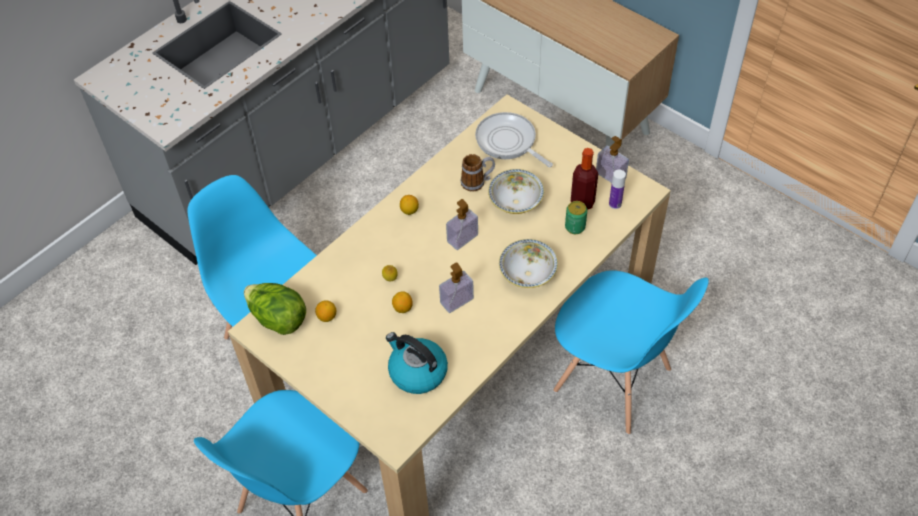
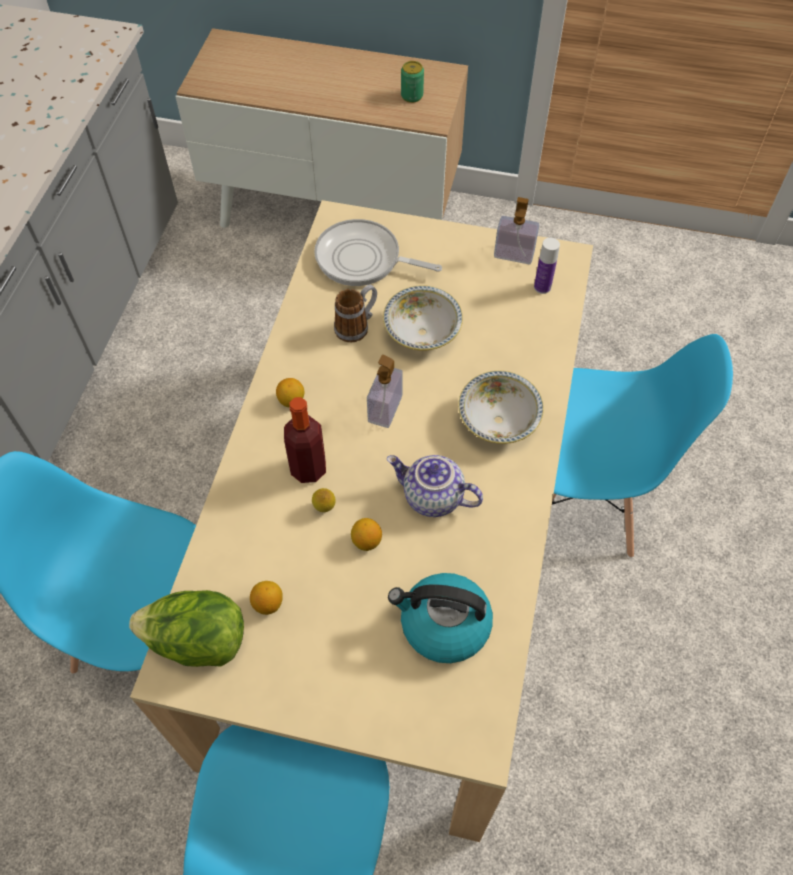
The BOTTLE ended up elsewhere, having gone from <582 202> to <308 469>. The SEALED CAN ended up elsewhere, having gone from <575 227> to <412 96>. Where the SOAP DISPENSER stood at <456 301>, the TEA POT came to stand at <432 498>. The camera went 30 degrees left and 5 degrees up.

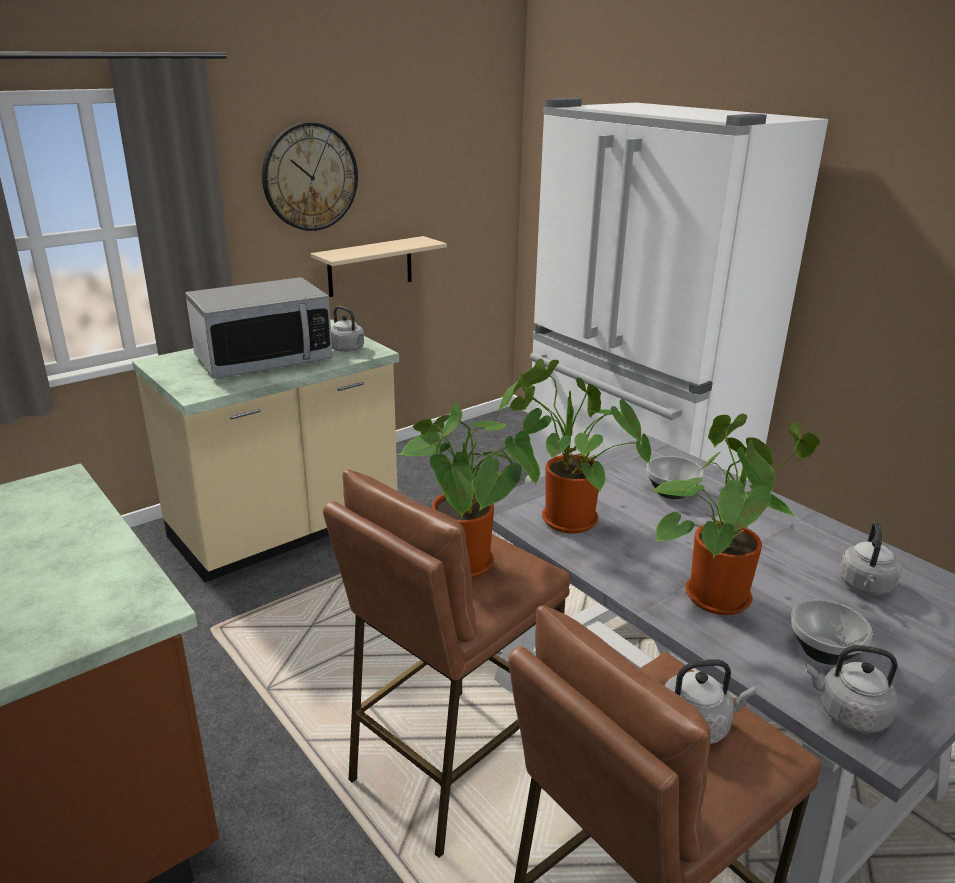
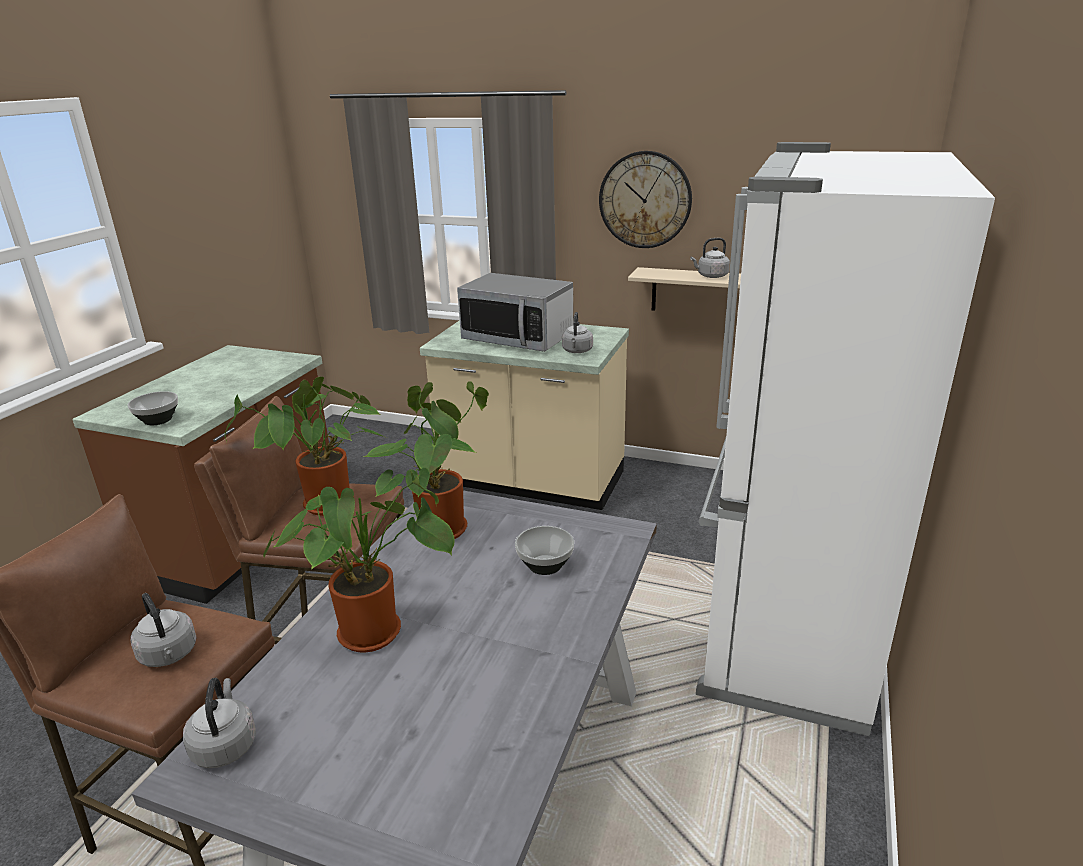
The GREY TEA KETTLE ended up elsewhere, having gone from <865 586> to <711 276>. The BOWL ended up elsewhere, having gone from <822 650> to <158 420>. The camera went 60 degrees right and 0 degrees up.

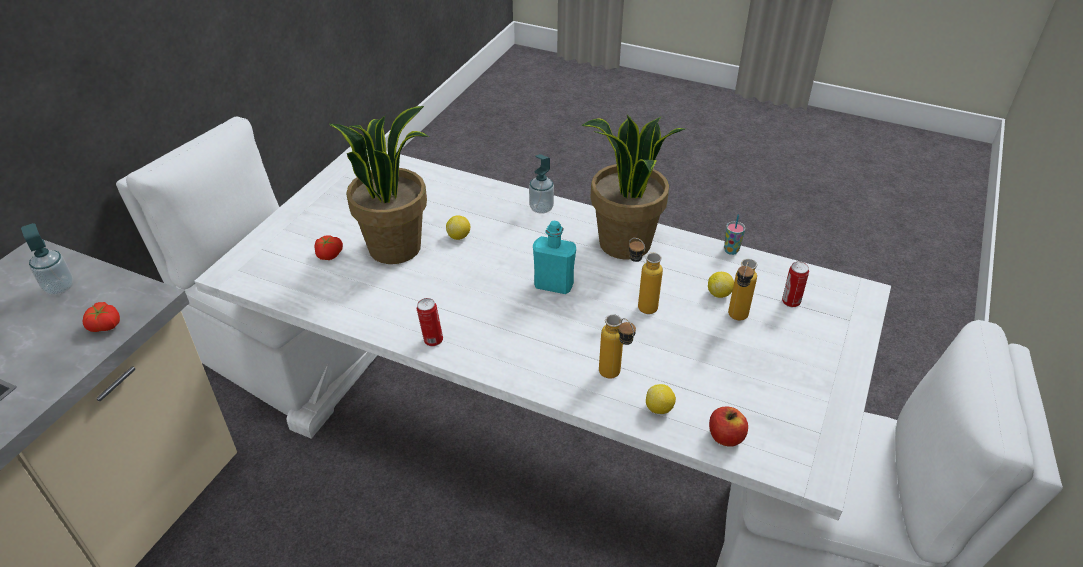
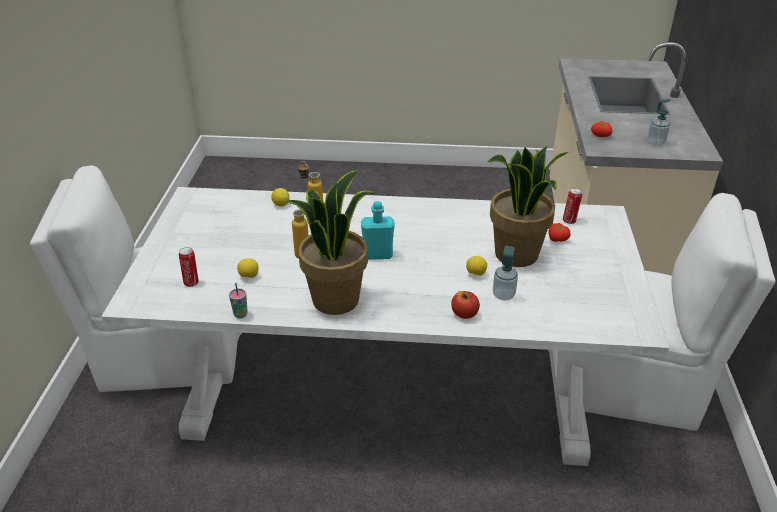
The SOAP DISPENSER ended up elsewhere, having gone from <541 208> to <503 295>. The second view lost the BOTTLE at <736 320>. The SEALED CAN ended up elsewhere, having gone from <432 340> to <570 220>. The APPLE FRUIT ended up elsewhere, having gone from <725 437> to <464 314>. The camera went 160 degrees right and 5 degrees down.

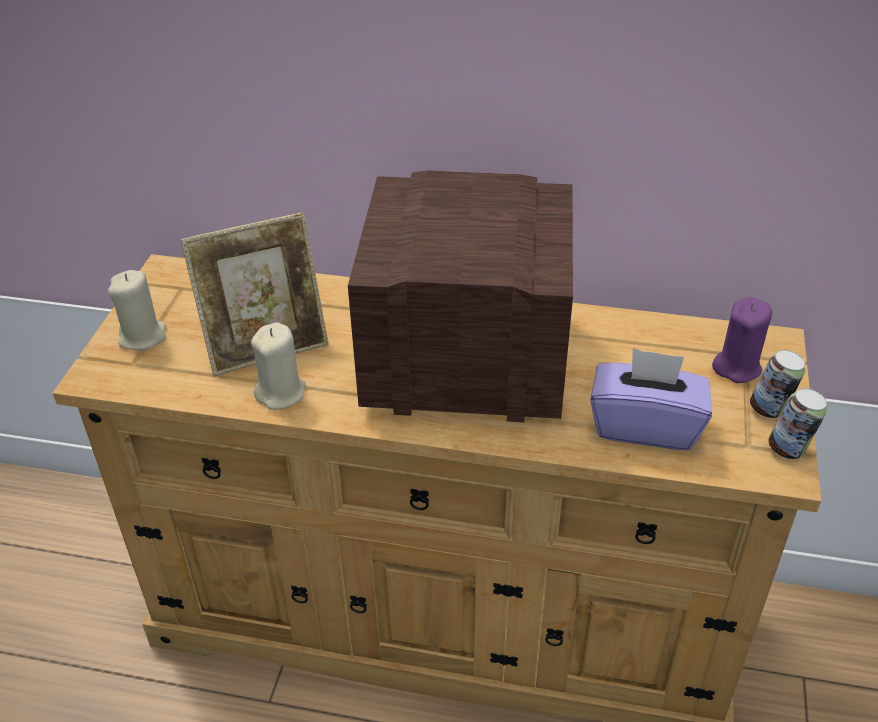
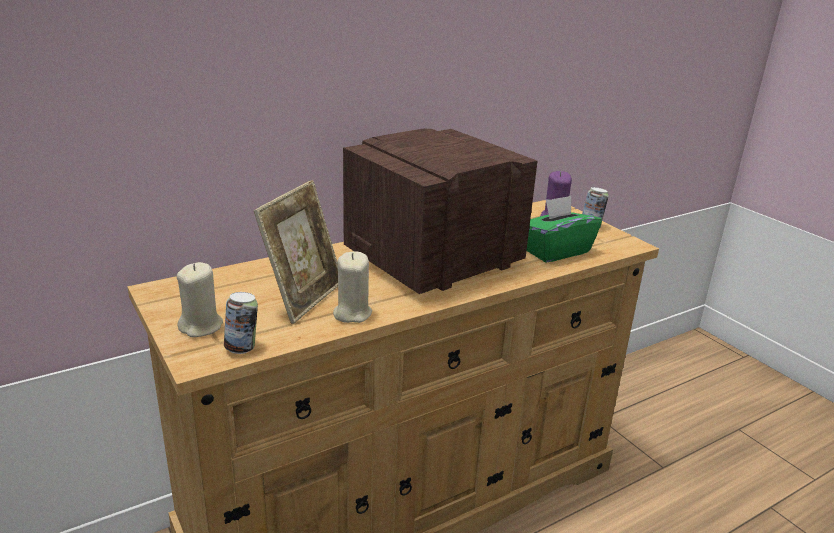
What was the PURPLE TISSUE BOX at <645 425> turned into the GREEN-COLOURED TISSUE BOX at <555 251>. The SEALED CAN ended up elsewhere, having gone from <789 449> to <242 348>. The camera went 45 degrees left and 15 degrees down.

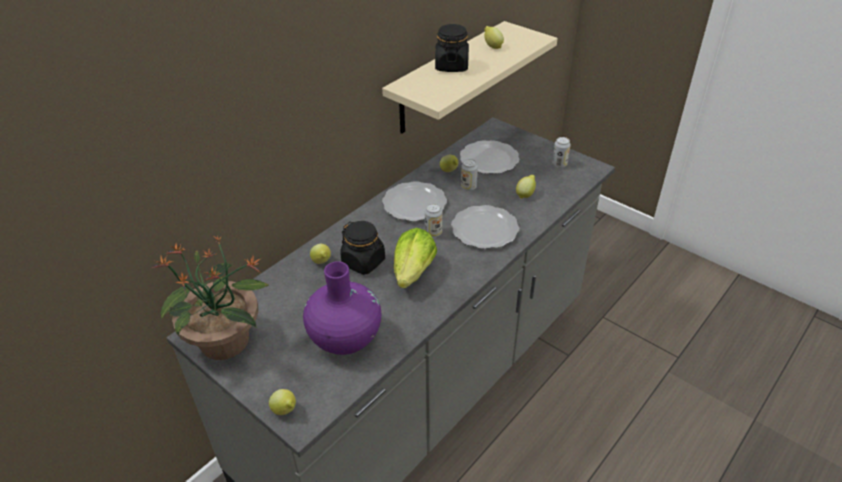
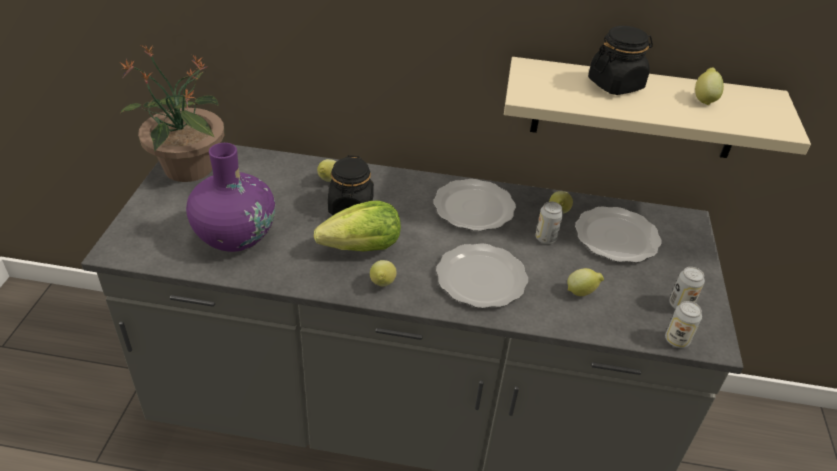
The SEALED CAN ended up elsewhere, having gone from <433 233> to <676 340>. The WHOLE LEMON ended up elsewhere, having gone from <285 411> to <382 284>. The camera went 55 degrees right and 0 degrees up.

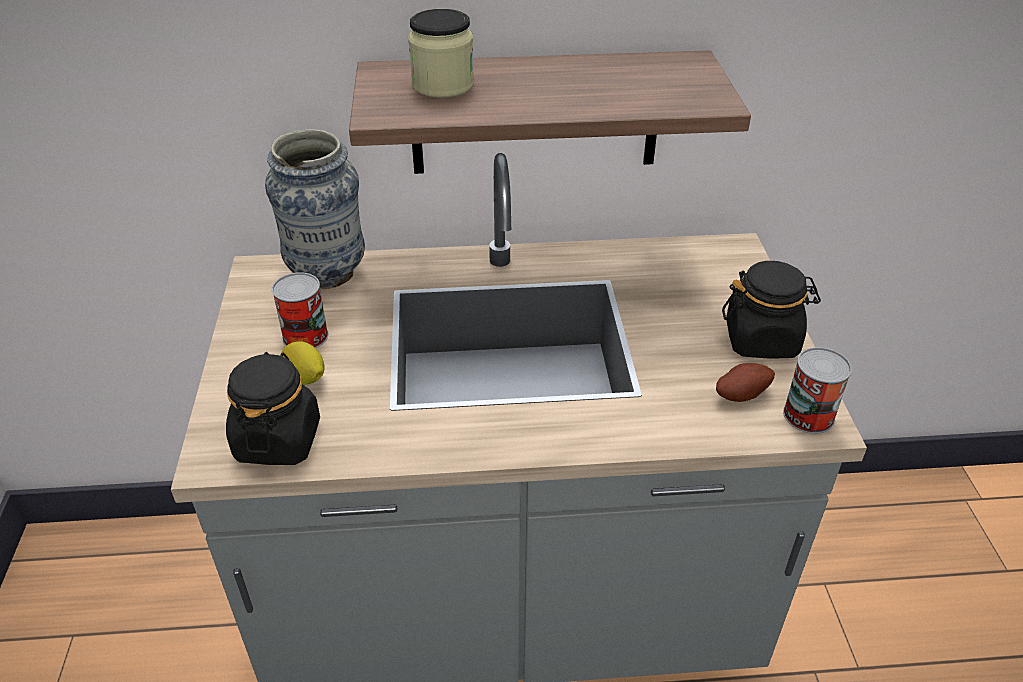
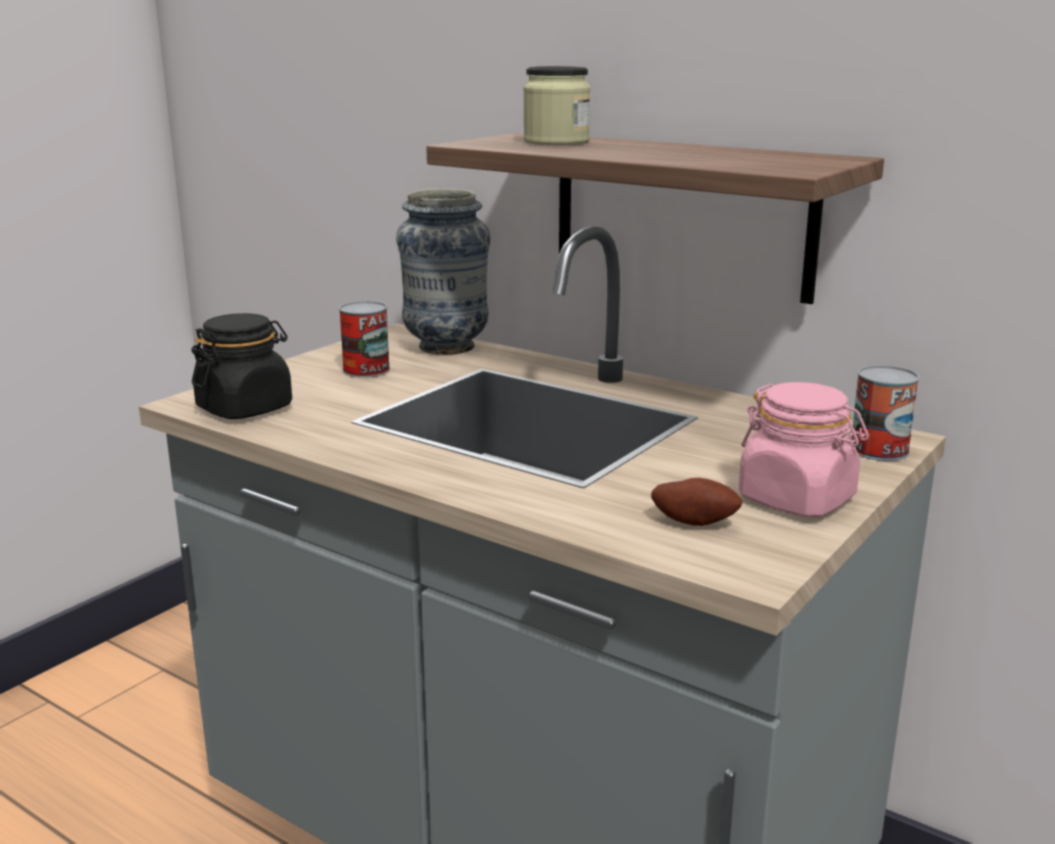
What was the BLACKISH PRESERVE JAR at <762 340> turned into the PINKISH PRESERVE JAR at <797 499>. The second view lost the WHOLE LEMON at <305 379>. The SEALED CAN ended up elsewhere, having gone from <808 415> to <879 450>. The camera went 40 degrees right and 20 degrees down.

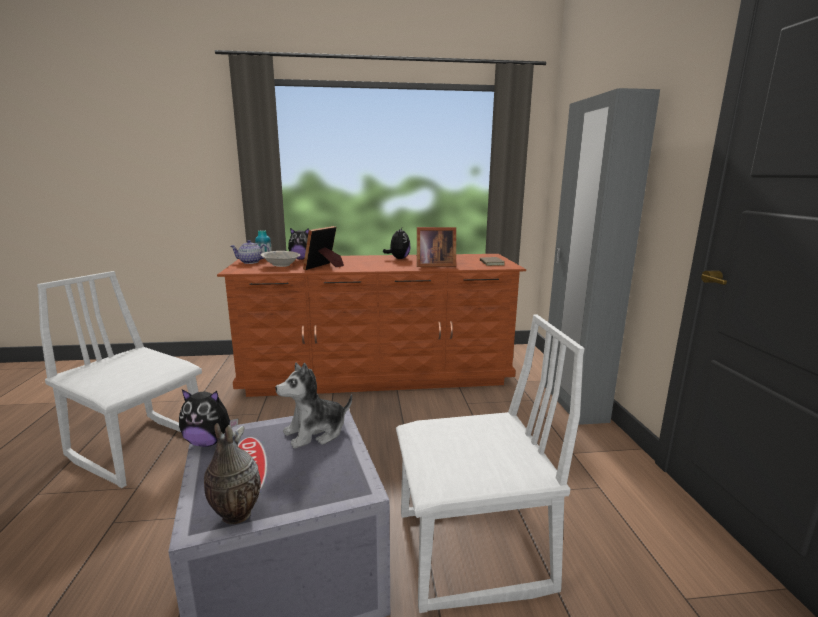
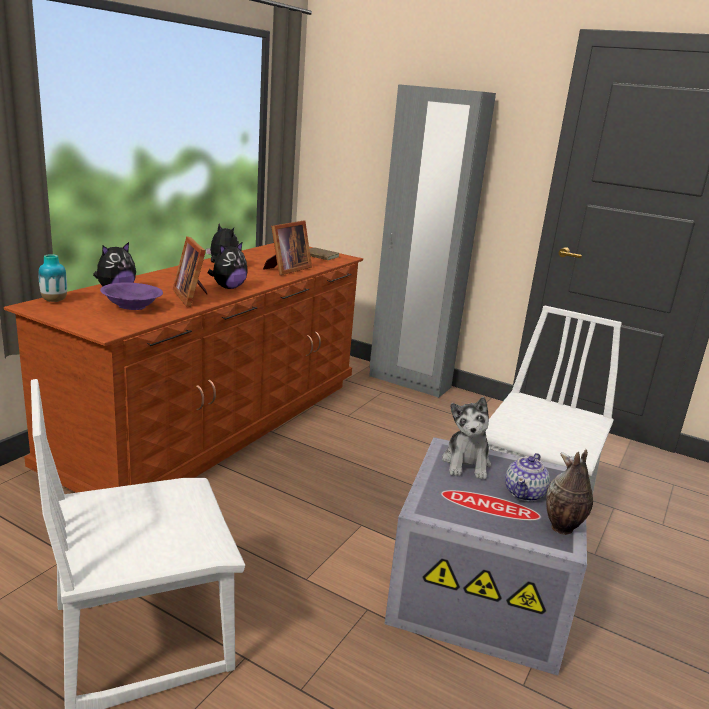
The TEA POT ended up elsewhere, having gone from <251 262> to <525 493>. What was the BEIGE BOWL at <281 265> turned into the PURPLE BOWL at <132 307>. The SOFT TOY ended up elsewhere, having gone from <209 442> to <228 287>. The camera went 55 degrees left and 5 degrees up.

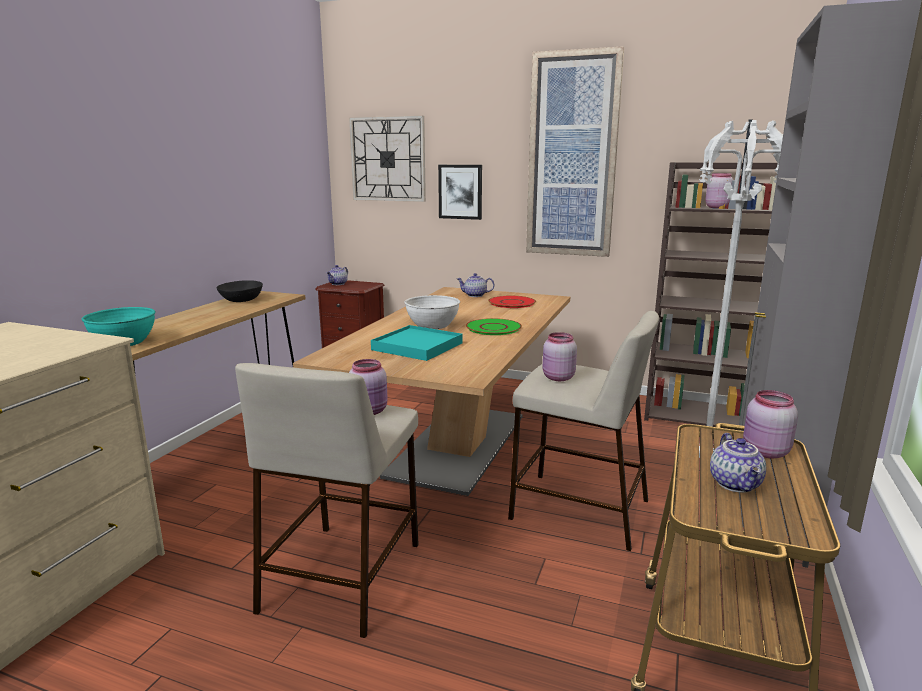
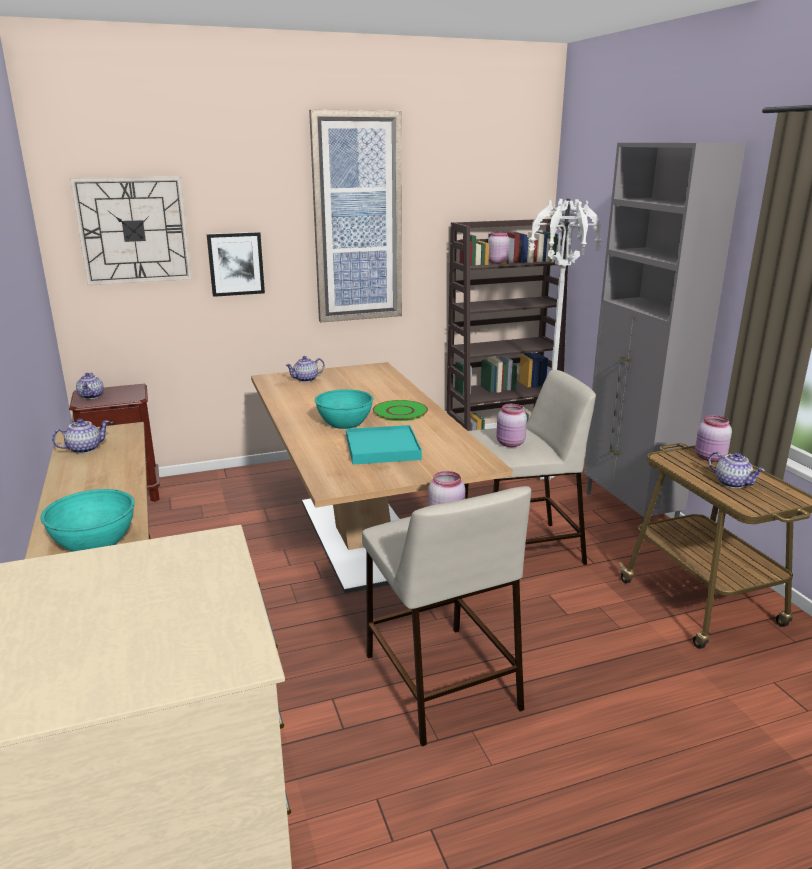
Where the BLACKISH BOWL stood at <241 300>, the TEA POT came to stand at <84 449>. What was the WHITE BOWL at <432 325> turned into the TURQUOISE BOWL at <345 423>. The second view lost the REDDISH PLATE at <512 303>. The camera went 40 degrees left and 5 degrees up.

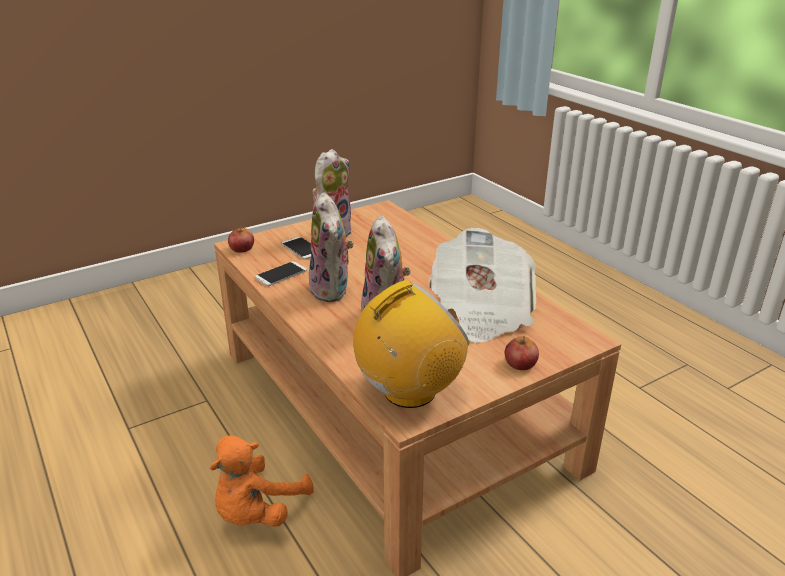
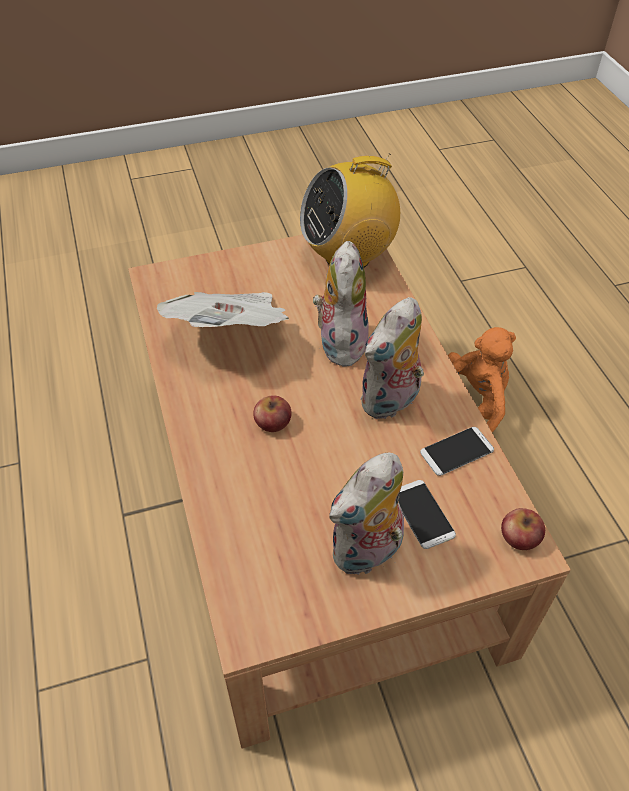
The SOFT TOY at <333 290> ended up facing another way, 135 degrees counterclockwise from before. The APPLE FRUIT ended up elsewhere, having gone from <520 363> to <272 422>. The camera went 165 degrees left and 20 degrees up.

